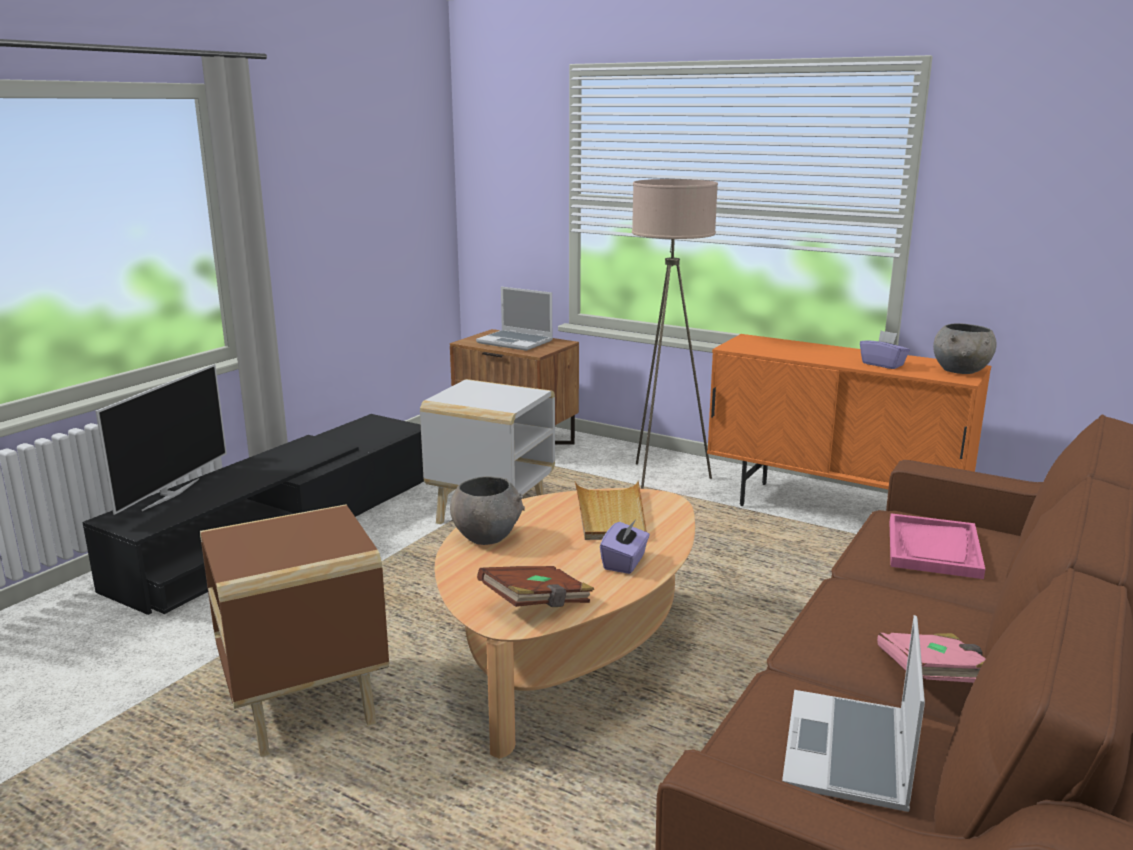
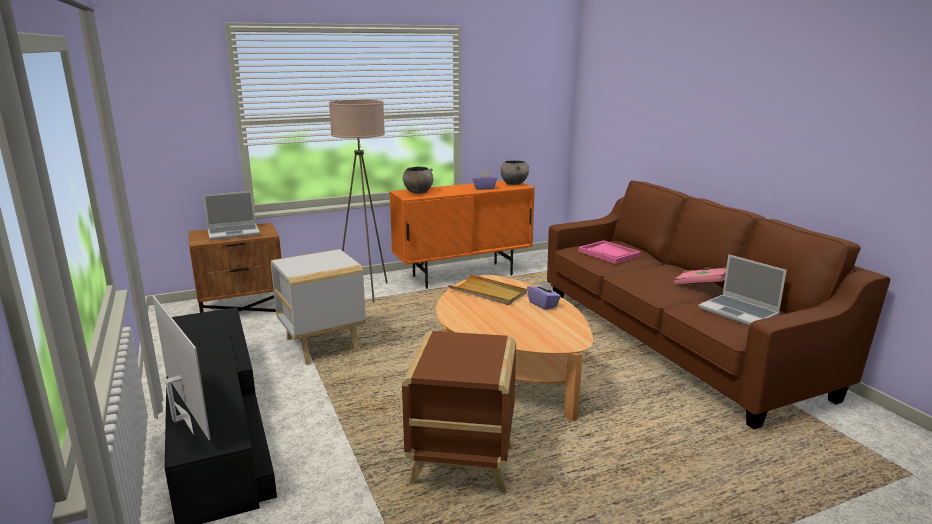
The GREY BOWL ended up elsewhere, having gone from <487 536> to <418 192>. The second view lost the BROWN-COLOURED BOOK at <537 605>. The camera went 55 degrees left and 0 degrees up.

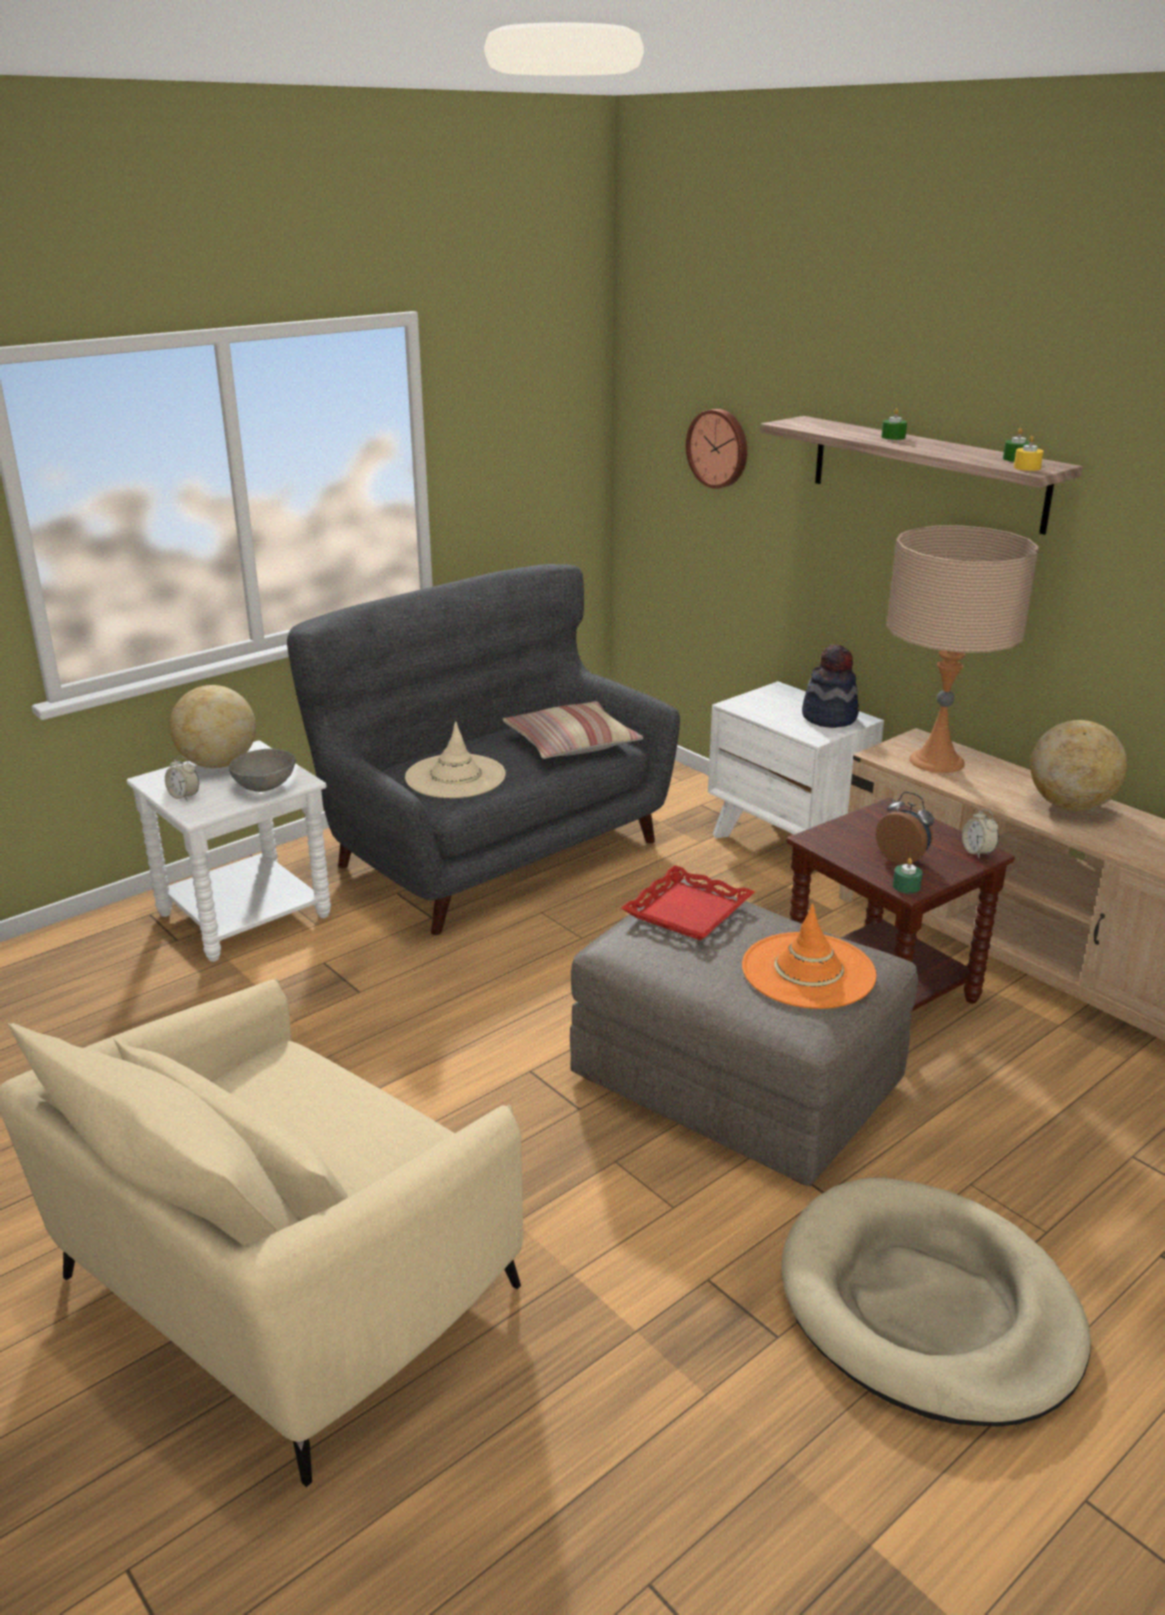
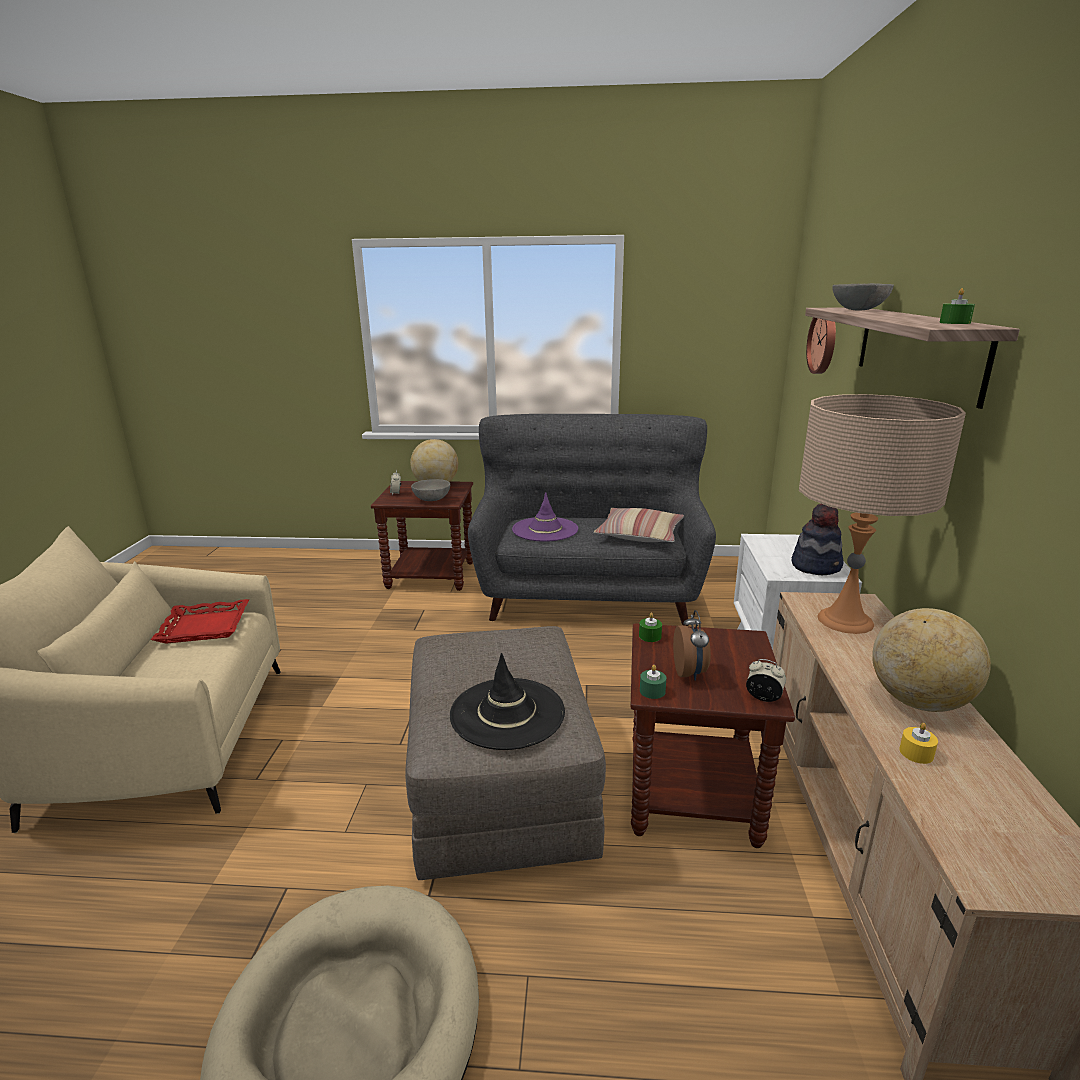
The GREEN-COLOURED CANDLE ended up elsewhere, having gone from <893 437> to <650 636>. The YELLOW-COLOURED CANDLE ended up elsewhere, having gone from <1027 467> to <916 753>. What was the BEIGE CLOTHING HAT at <455 777> turned into the PURPLE CLOTHING HAT at <545 529>. What was the WHITE END TABLE at <244 915> turned into the BROWN-COLOURED END TABLE at <431 575>. The BEDSIDE CLOCK at <977 852> ended up facing another way, 90 degrees clockwise from before. The REDDISH TRAY ended up elsewhere, having gone from <687 911> to <205 627>. What was the ORANGE CLOTHING HAT at <808 971> turned into the BLACKISH CLOTHING HAT at <507 713>. The second view gained the GREY BOWL at <859 310>. The camera went 45 degrees right and 5 degrees down.

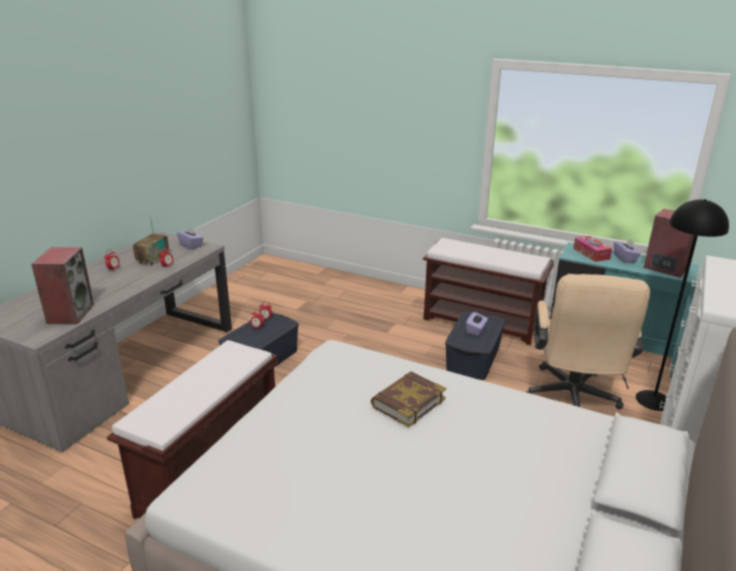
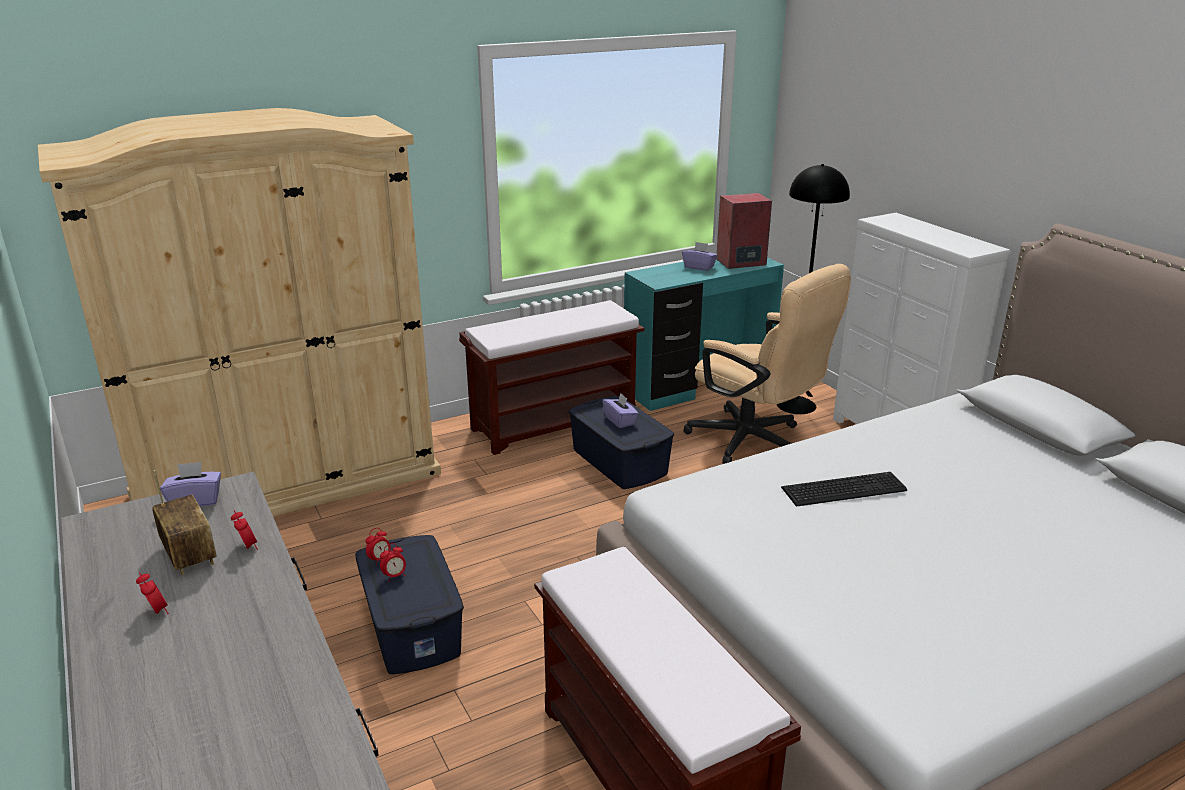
The second view lost the TISSUE BOX at <591 253>. The second view lost the SPEAKER at <70 313>. Where the BOOK stood at <408 402>, the KEYBOARD came to stand at <841 488>. The second view gained the BEIGE WARDROBE at <288 484>. The camera went 55 degrees left and 0 degrees up.

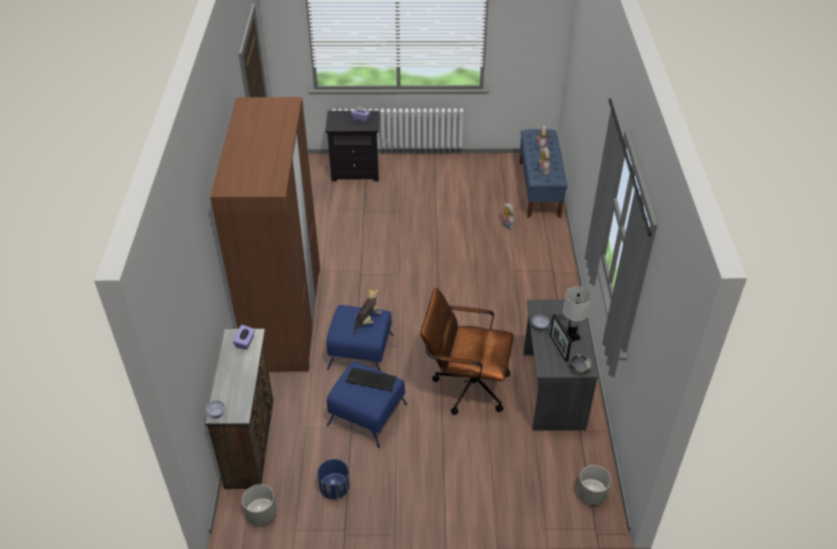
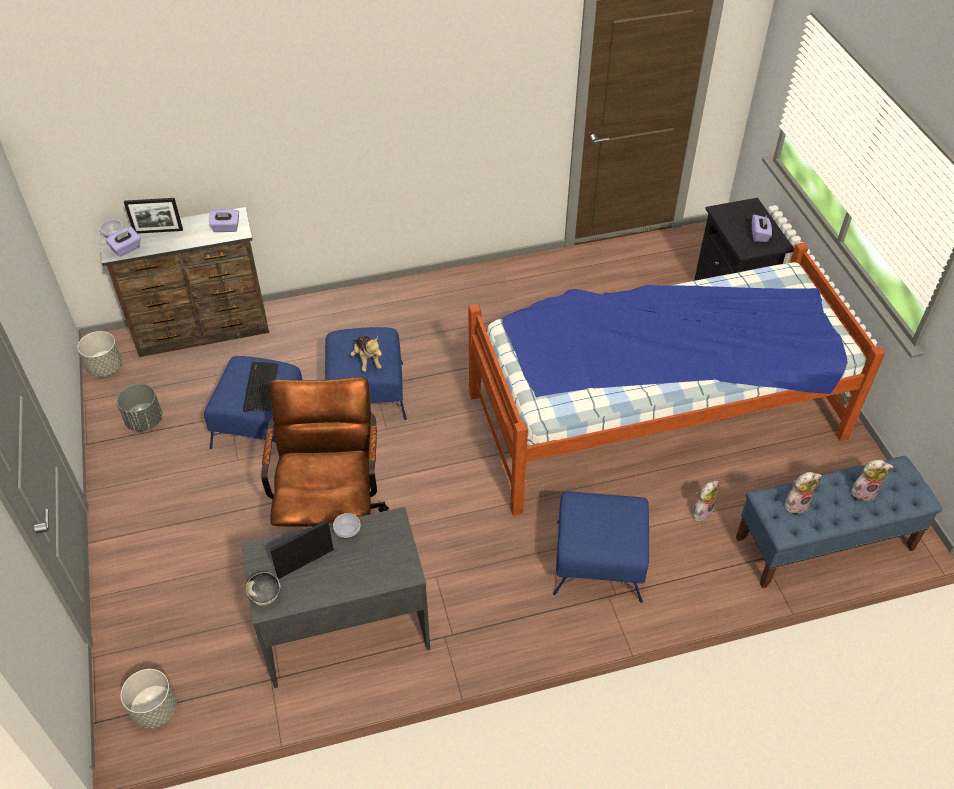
The second view lost the BROWN-COLOURED WARDROBE at <285 317>. The second view lost the WHITE LAMP FOR A TABLE at <571 336>. The SOFT TOY at <367 320> ended up facing another way, 45 degrees clockwise from before. What was the BLUE-COLOURED PLANTER at <335 488> turned into the GREY PLANTER at <144 421>. The second view gained the STANDING FRAME at <158 231>. The second view gained the PURPLE TISSUE BOX at <126 249>. The second view gained the SLEEPING BED at <654 414>. The second view gained the BLUE-COLOURED FOOTREST at <597 560>. The camera went 75 degrees right and 5 degrees up.

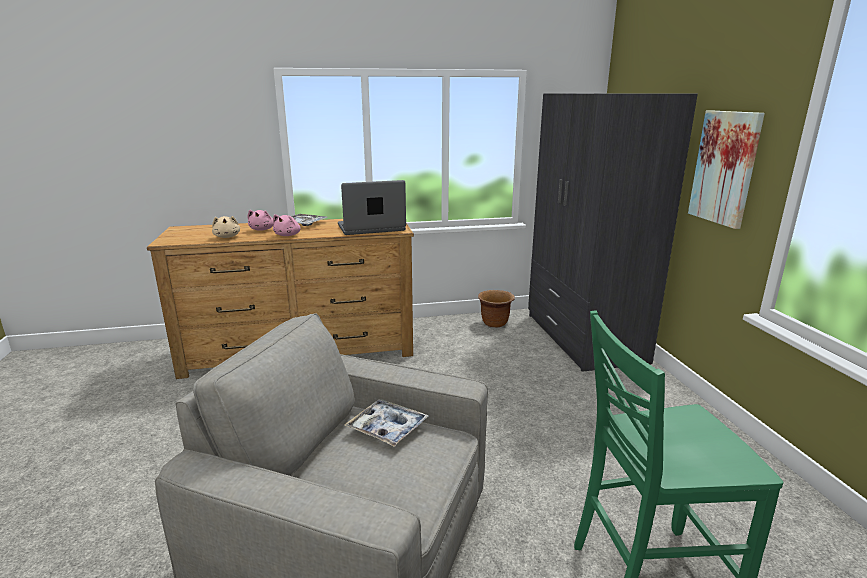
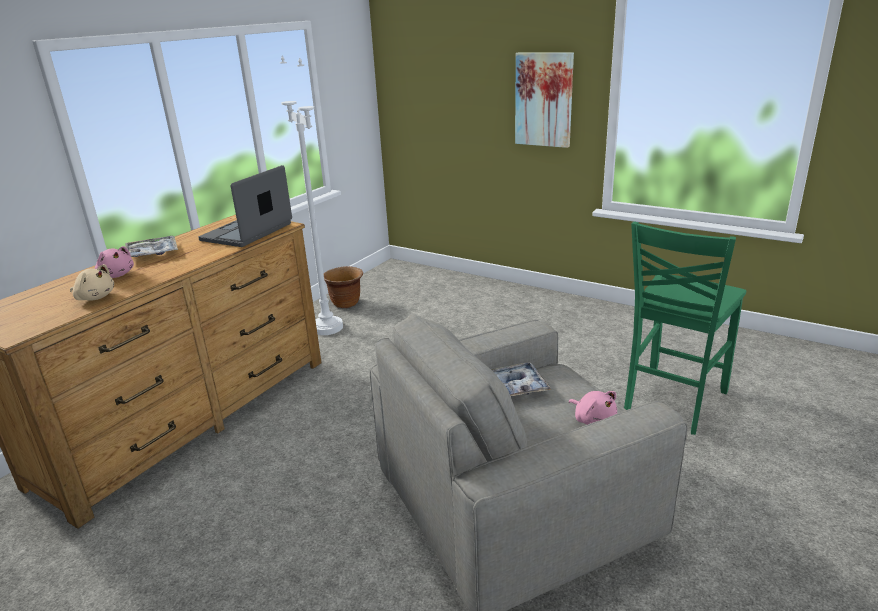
The second view lost the GREY WARDROBE at <583 338>. The PINKISH SOFT TOY ended up elsewhere, having gone from <288 235> to <593 420>. The second view gained the WHITE FLOOR LAMP at <327 327>. The camera went 45 degrees left and 5 degrees up.

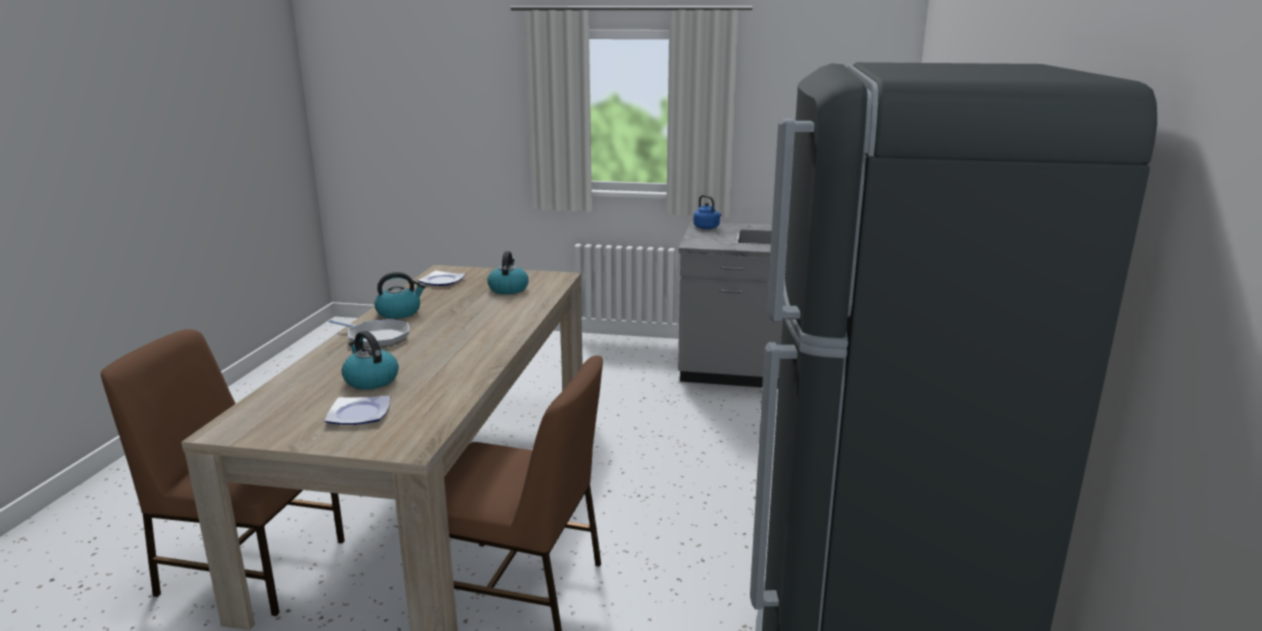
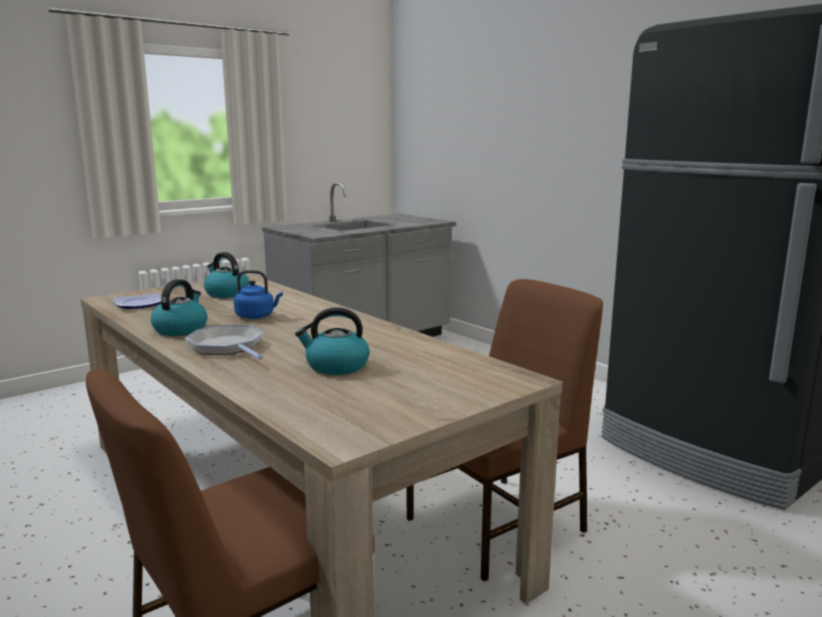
The BLUE-COLOURED TEA KETTLE ended up elsewhere, having gone from <707 228> to <257 316>. The FRYING PAN at <376 338> ended up facing another way, 105 degrees counterclockwise from before. The second view lost the PLATE at <360 415>. The camera went 50 degrees left and 5 degrees down.

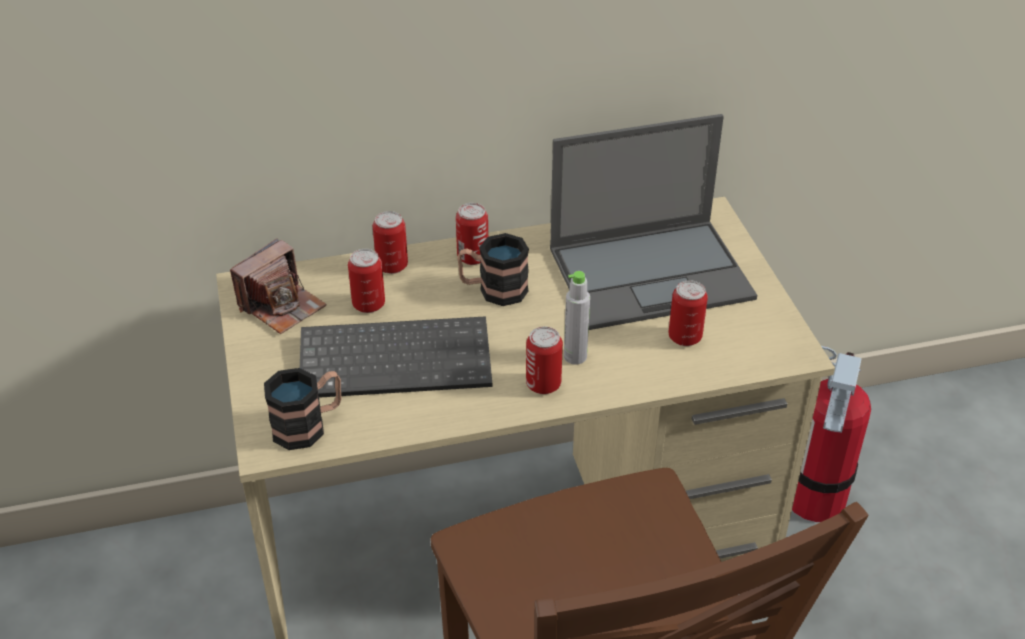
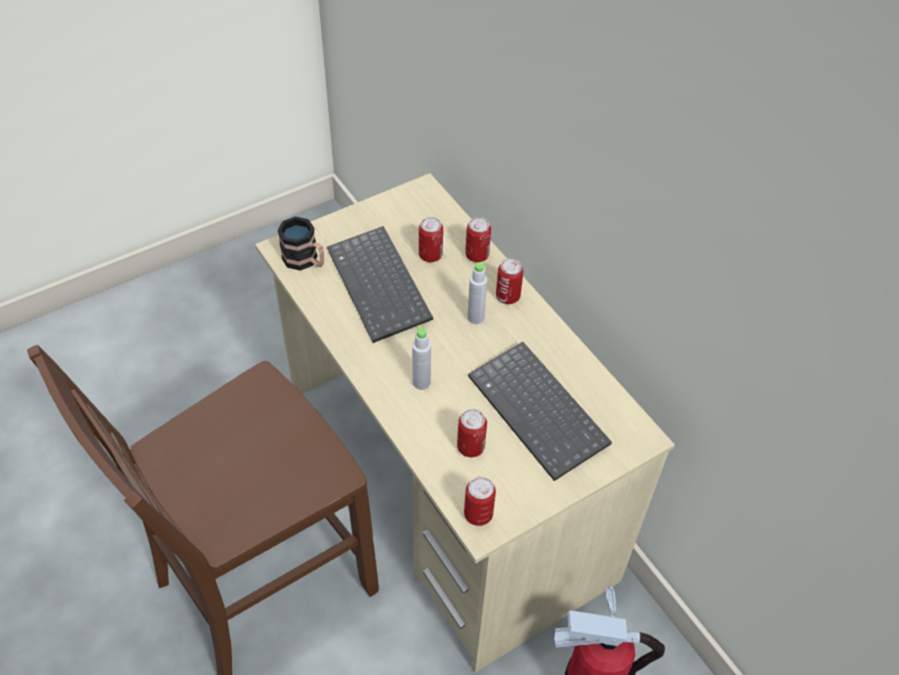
Where the NOTEBOOK COMPUTER stood at <652 273>, the KEYBOARD came to stand at <540 411>. Where the COFFEE MUG stood at <493 290>, the GREY BOTTLE came to stand at <475 318>. The second view lost the PHOTO CAMERA at <282 306>. The SEALED CAN ended up elsewhere, having gone from <543 384> to <478 514>. The camera went 70 degrees right and 10 degrees up.

